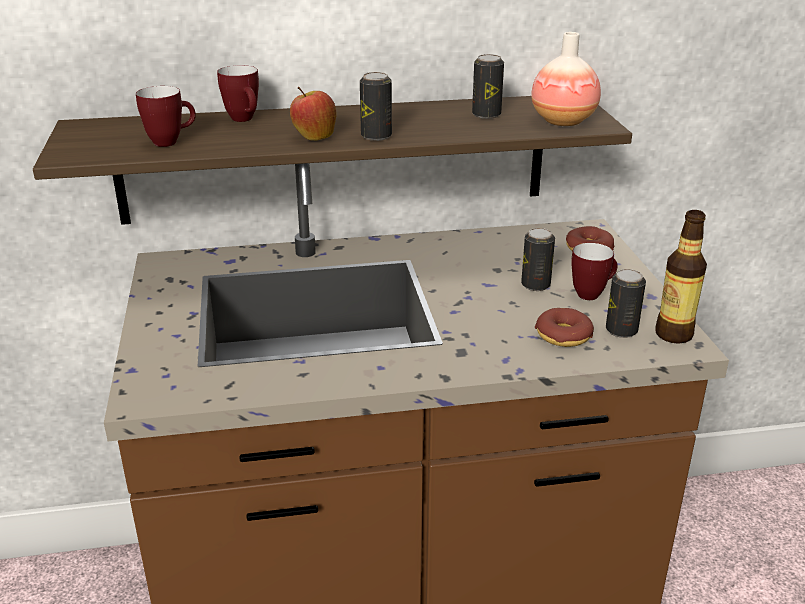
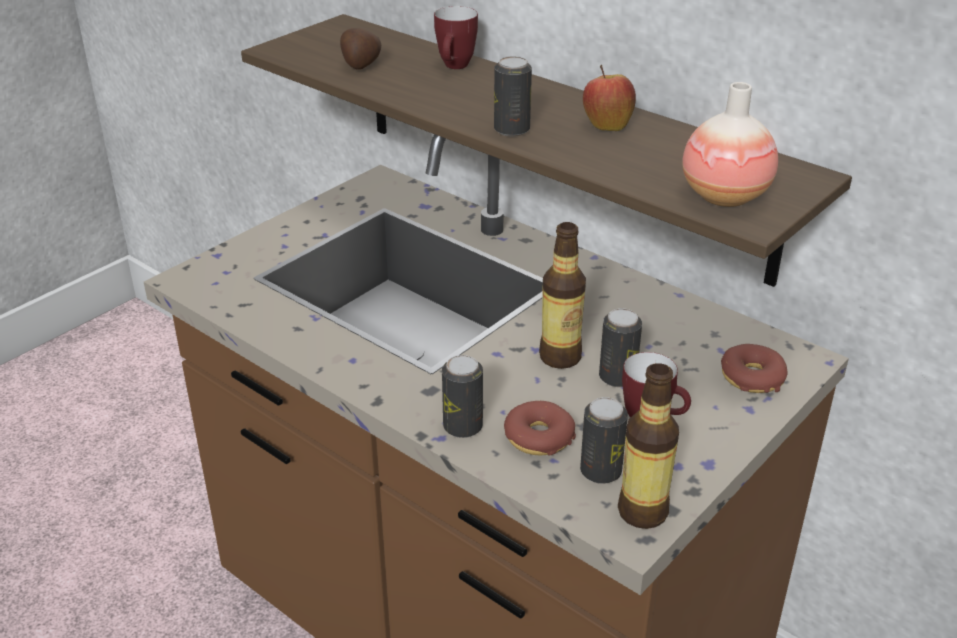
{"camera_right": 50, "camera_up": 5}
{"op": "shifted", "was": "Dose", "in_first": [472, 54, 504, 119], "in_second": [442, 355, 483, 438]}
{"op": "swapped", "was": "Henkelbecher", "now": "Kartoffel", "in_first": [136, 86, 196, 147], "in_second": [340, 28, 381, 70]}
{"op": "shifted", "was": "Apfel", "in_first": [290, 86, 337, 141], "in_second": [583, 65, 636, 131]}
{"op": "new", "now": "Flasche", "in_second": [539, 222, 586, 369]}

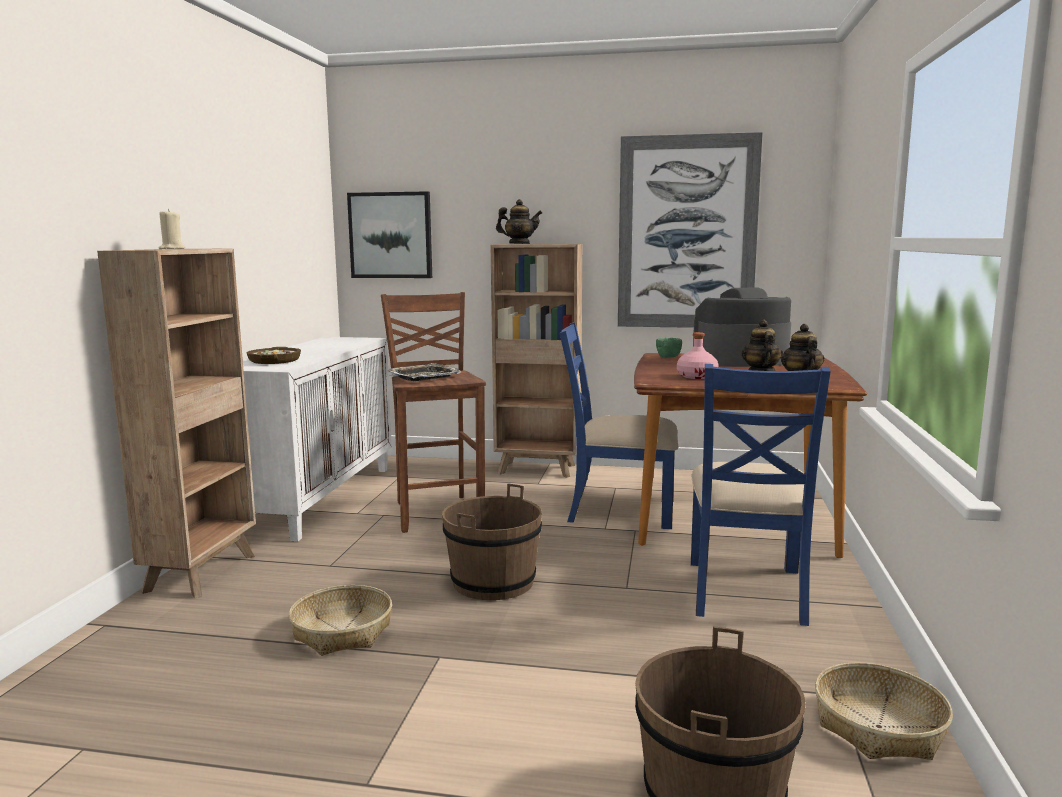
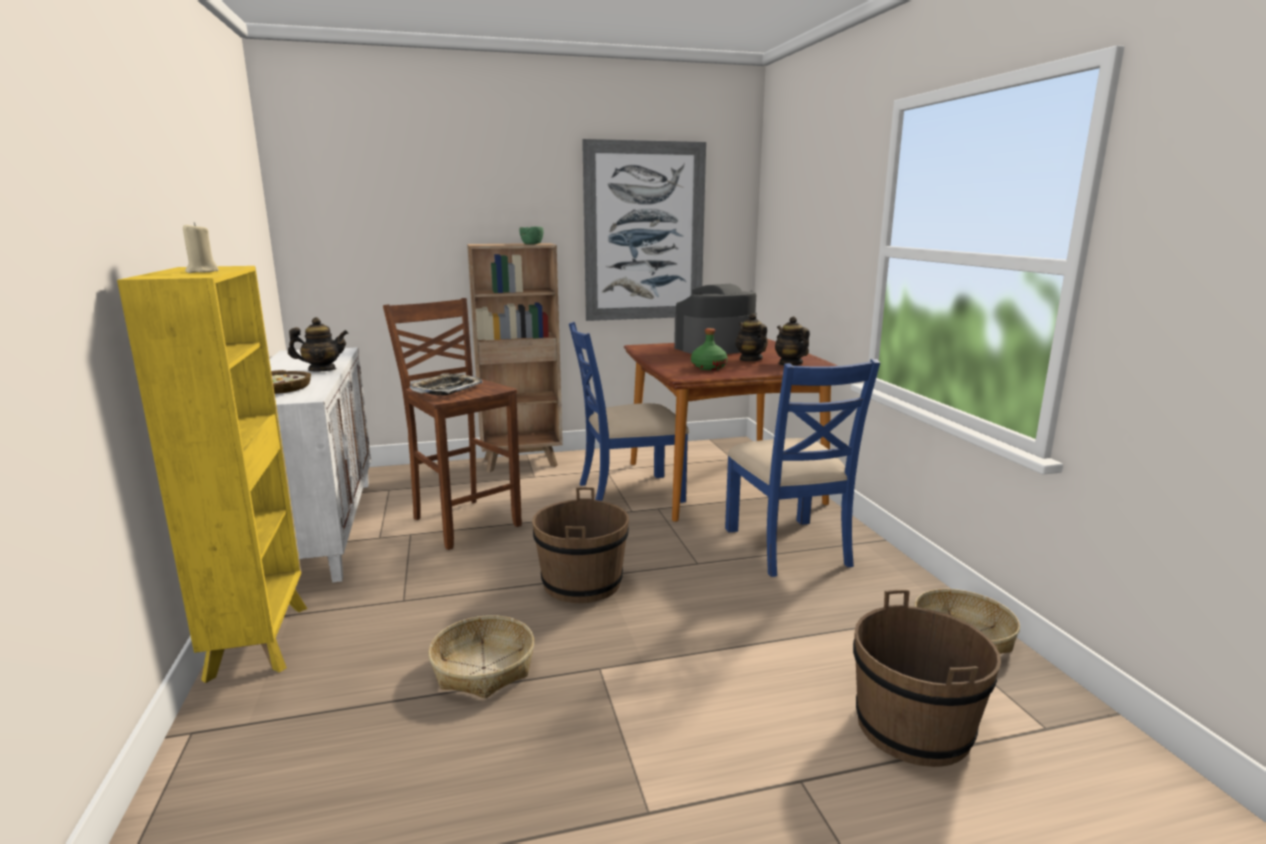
{"camera_right": -25, "camera_up": 5}
{"op": "gone", "was": "Bild", "in_first": [347, 191, 432, 278]}
{"op": "shifted", "was": "Teekanne", "in_first": [496, 199, 542, 244], "in_second": [288, 317, 348, 372]}
{"op": "repainted", "was": "Bücherregal [braun]", "now": "Bücherregal [gelb]", "in_first": [97, 249, 256, 598], "in_second": [117, 266, 307, 683]}
{"op": "repainted", "was": "Flasche [rosa]", "now": "Flasche [grün]", "in_first": [677, 332, 719, 379], "in_second": [691, 328, 727, 370]}
{"op": "shifted", "was": "Schüssel [grün]", "in_first": [656, 338, 682, 358], "in_second": [520, 226, 544, 244]}

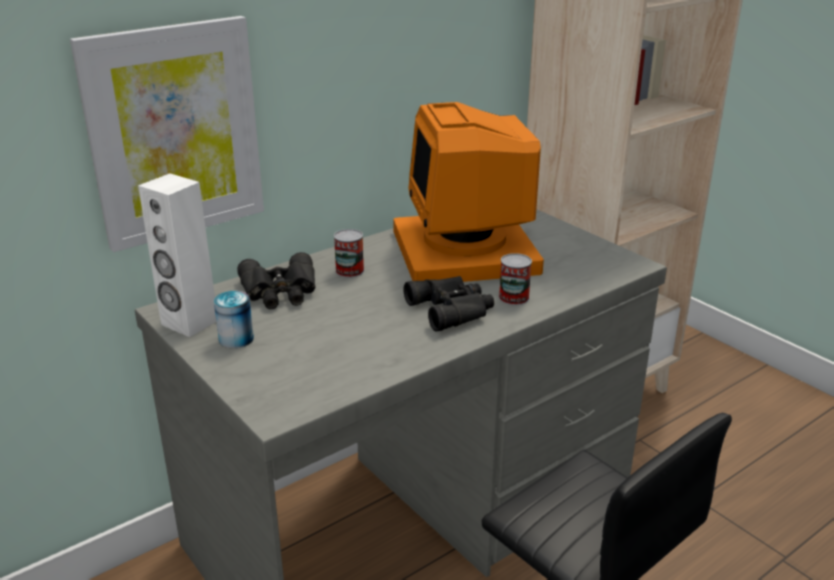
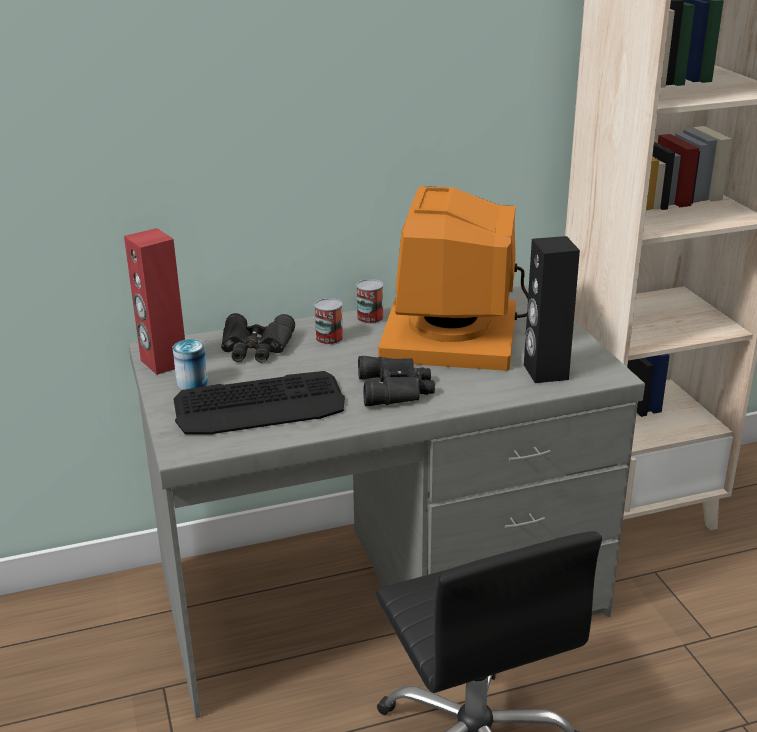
{"camera_right": 20, "camera_up": 0}
{"op": "gone", "was": "Bild", "in_first": [70, 16, 264, 252]}
{"op": "repainted", "was": "Lautsprecher [weiß]", "now": "Lautsprecher [rot]", "in_first": [138, 173, 216, 337], "in_second": [124, 228, 185, 375]}
{"op": "shifted", "was": "Dose", "in_first": [499, 253, 532, 305], "in_second": [356, 279, 384, 324]}
{"op": "new", "now": "Lautsprecher [schwarz]", "in_second": [524, 236, 580, 383]}
{"op": "new", "now": "Tastatur", "in_second": [174, 371, 345, 434]}

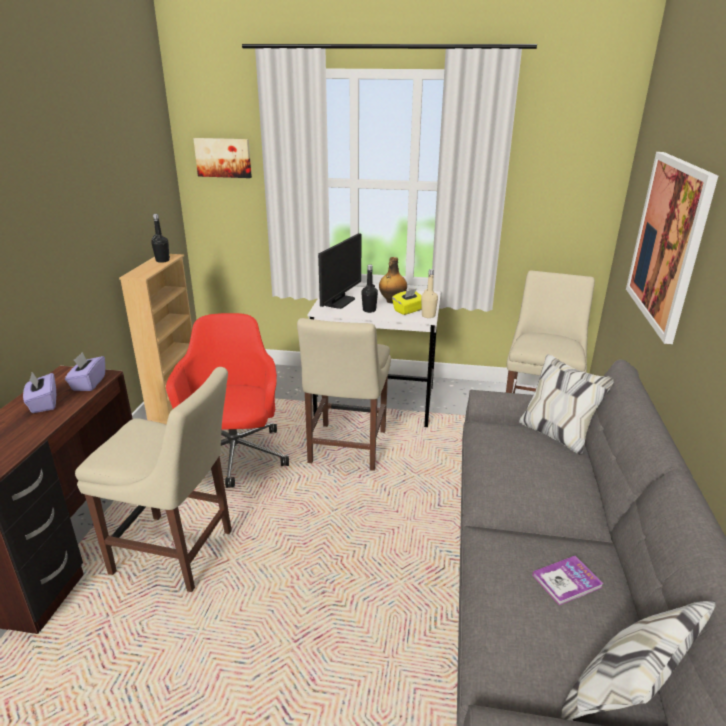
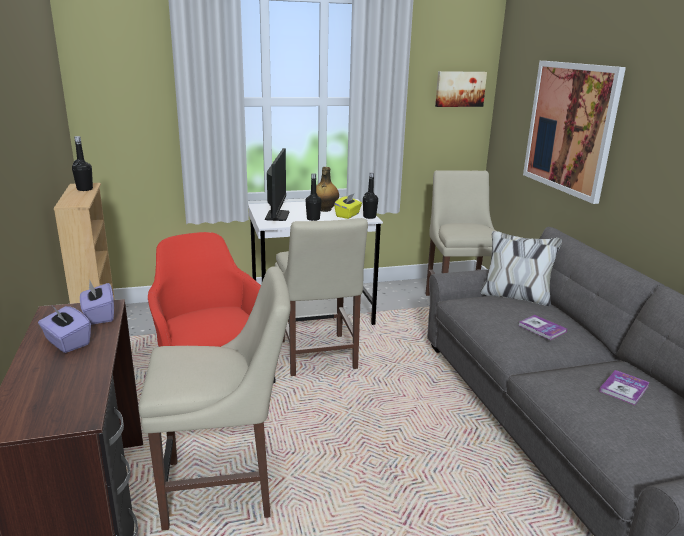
{"camera_right": -25, "camera_up": -5}
{"op": "shifted", "was": "Bild", "in_first": [193, 138, 252, 178], "in_second": [435, 71, 487, 107]}
{"op": "repainted", "was": "Flasche [beige]", "now": "Flasche [schwarz]", "in_first": [421, 269, 438, 318], "in_second": [363, 172, 378, 219]}
{"op": "new", "now": "Buch", "in_second": [518, 315, 567, 340]}

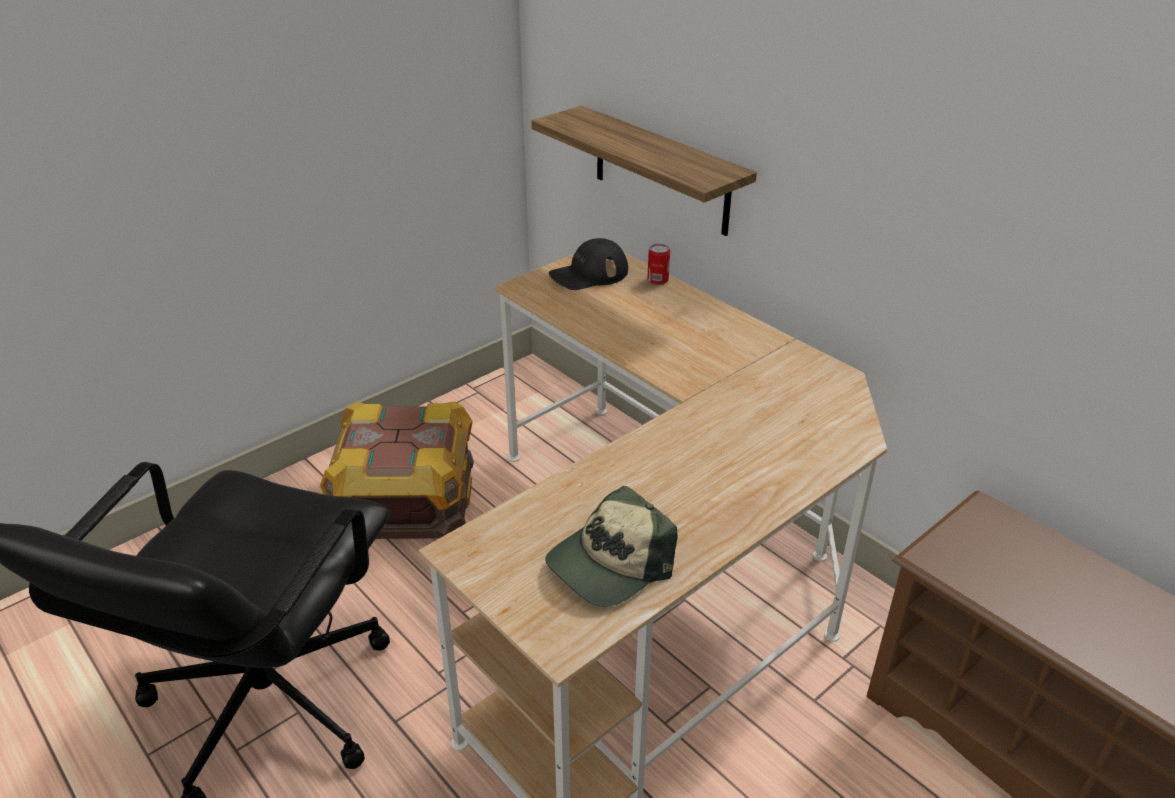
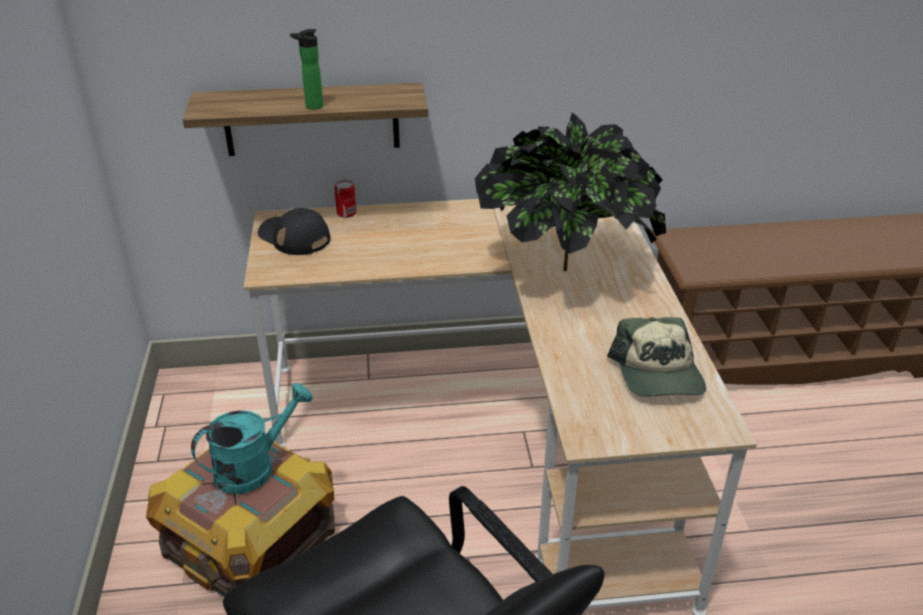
{"camera_right": -55, "camera_up": 0}
{"op": "rotated", "was": "Kappe [schwarz]", "in_first": [549, 238, 628, 290], "in_second": [258, 208, 330, 255], "clockwise": 120}
{"op": "new", "now": "Flasche", "in_second": [290, 29, 323, 110]}
{"op": "new", "now": "Topfpflanze", "in_second": [475, 113, 666, 271]}
{"op": "new", "now": "Gießkanne [türkis]", "in_second": [191, 383, 313, 494]}

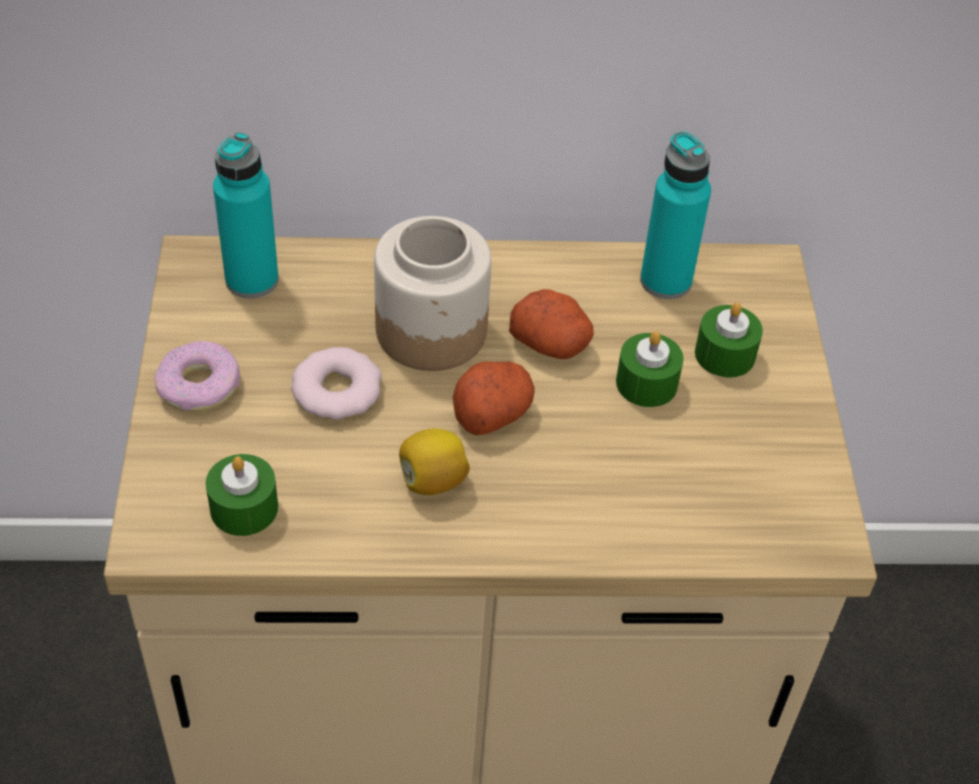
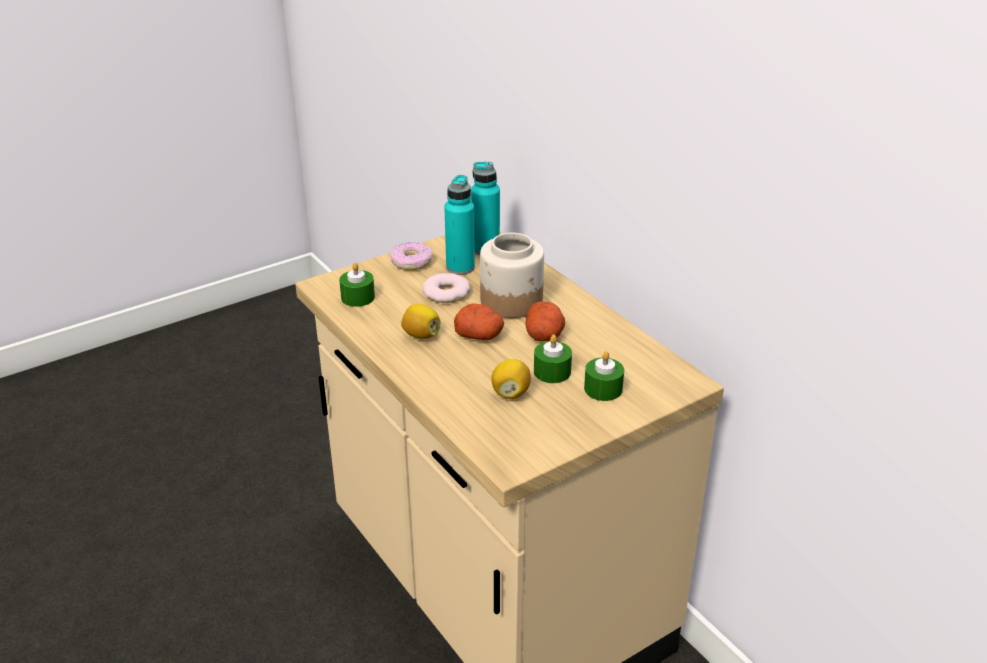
{"camera_right": 60, "camera_up": -15}
{"op": "shifted", "was": "Flasche [türkis]", "in_first": [640, 131, 711, 299], "in_second": [444, 175, 475, 275]}
{"op": "new", "now": "Zitrone", "in_second": [491, 359, 531, 399]}

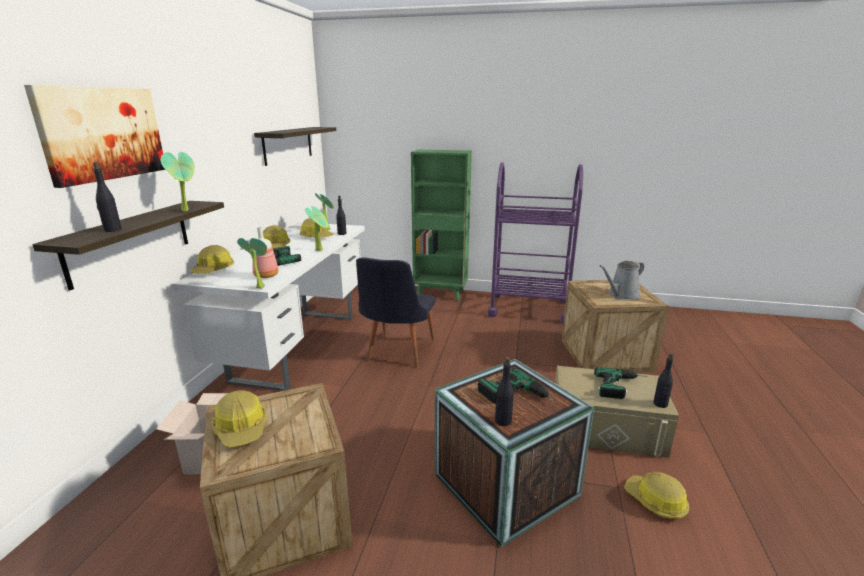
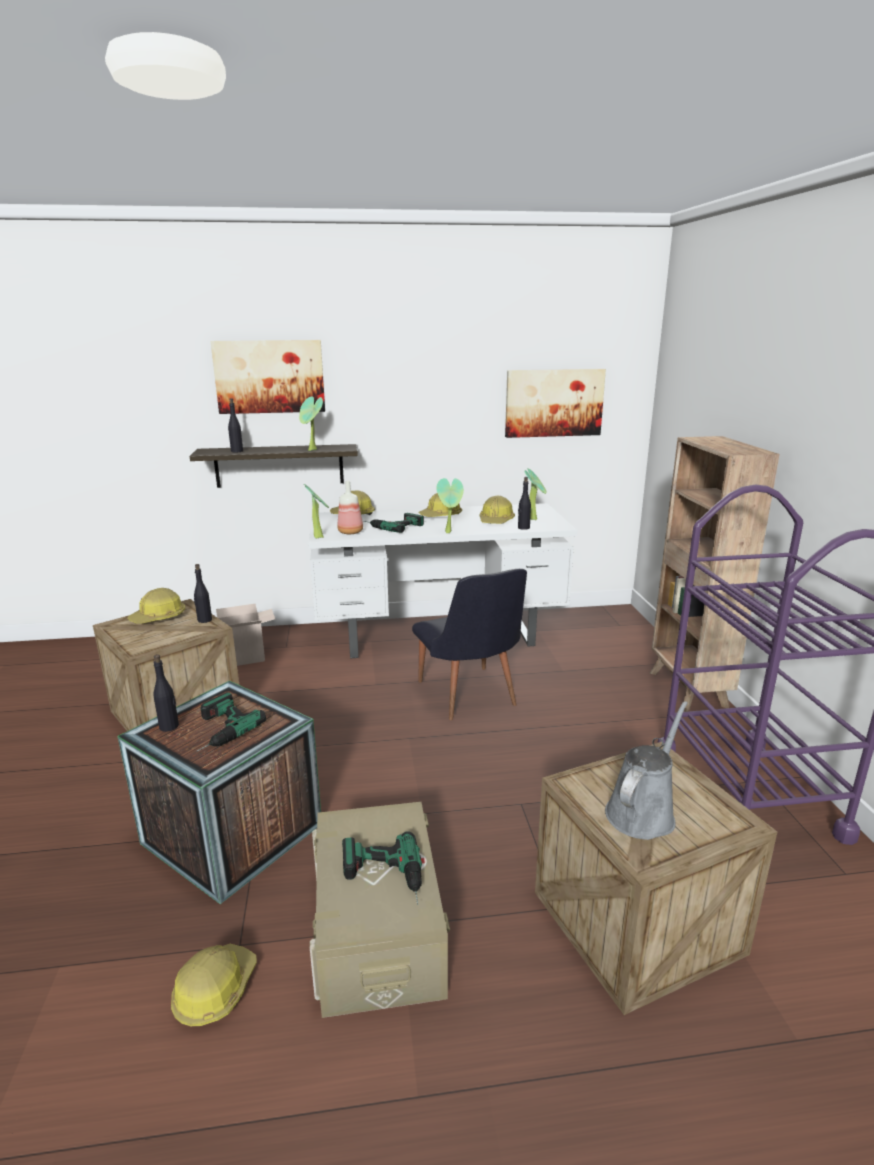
{"camera_right": 70, "camera_up": 0}
{"op": "swapped", "was": "Wandregal", "now": "Bild", "in_first": [254, 127, 336, 166], "in_second": [505, 369, 606, 438]}
{"op": "repainted", "was": "Bücherregal [grün]", "now": "Bücherregal [braun]", "in_first": [411, 150, 472, 301], "in_second": [649, 436, 780, 712]}
{"op": "rotated", "was": "Stuhl [schwarz]", "in_first": [356, 258, 436, 367], "in_second": [412, 569, 527, 720], "clockwise": -105}
{"op": "rotated", "was": "Gießkanne [grau]", "in_first": [599, 261, 644, 300], "in_second": [605, 701, 688, 840], "clockwise": 90}
{"op": "shifted", "was": "Flasche [schwarz]", "in_first": [653, 353, 673, 408], "in_second": [194, 564, 212, 623]}

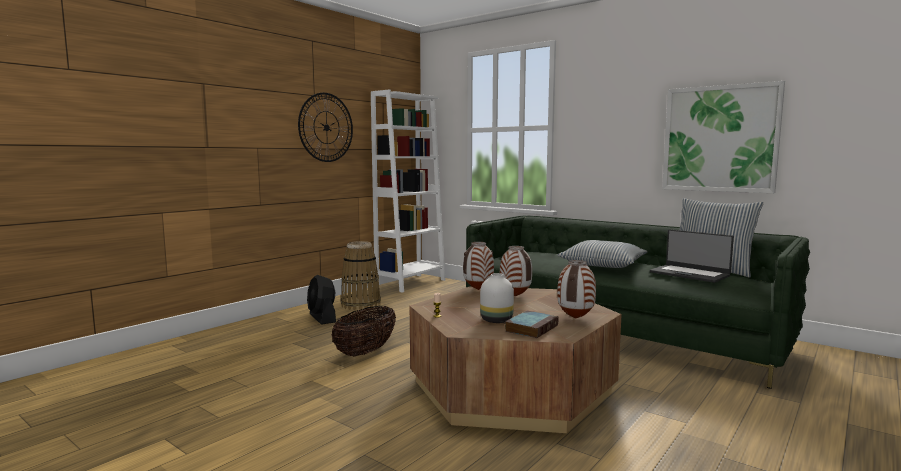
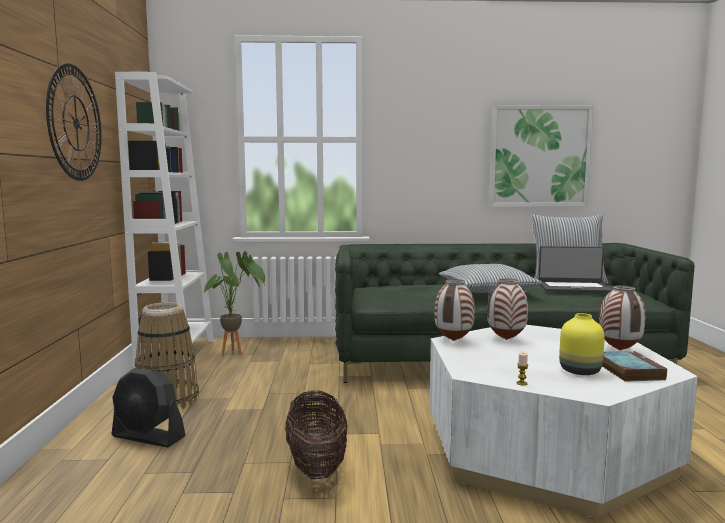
{"camera_right": -40, "camera_up": 0}
{"op": "repainted", "was": "Vase [weiß]", "now": "Vase [gelb]", "in_first": [480, 273, 514, 323], "in_second": [559, 313, 605, 375]}
{"op": "repainted", "was": "Couchtisch [braun]", "now": "Couchtisch [weiß]", "in_first": [410, 286, 622, 434], "in_second": [430, 325, 698, 518]}
{"op": "new", "now": "Topfpflanze", "in_second": [203, 251, 265, 356]}

